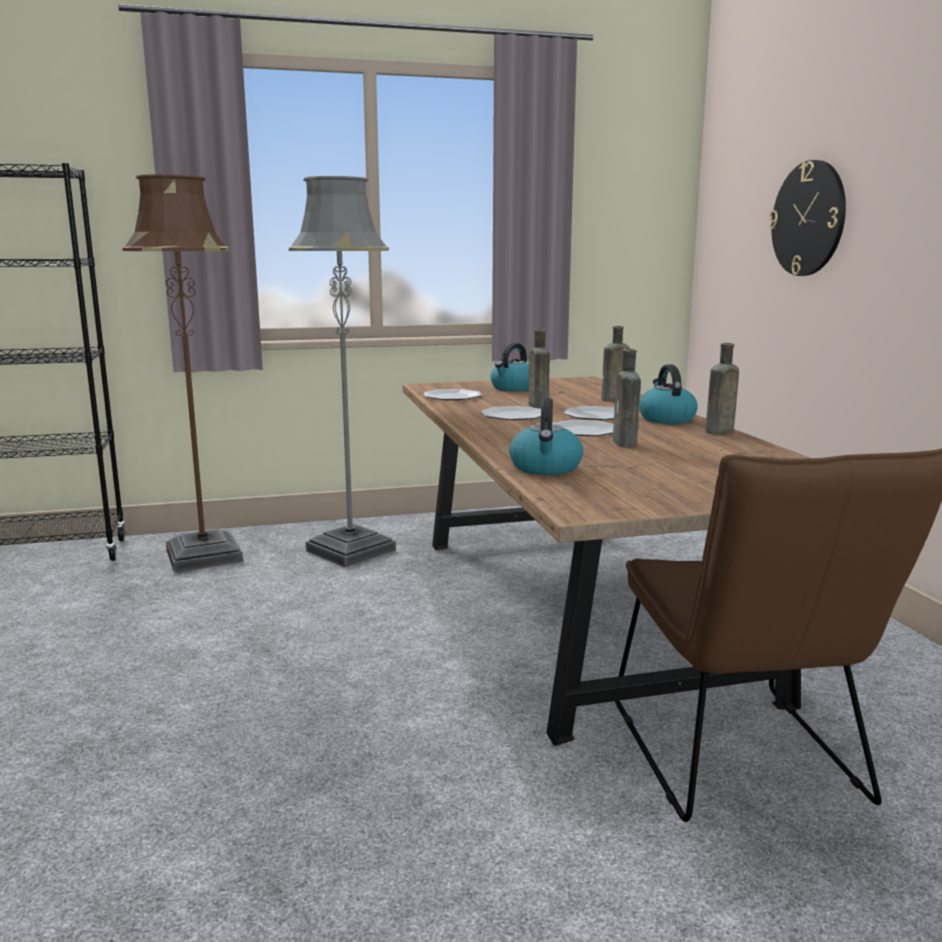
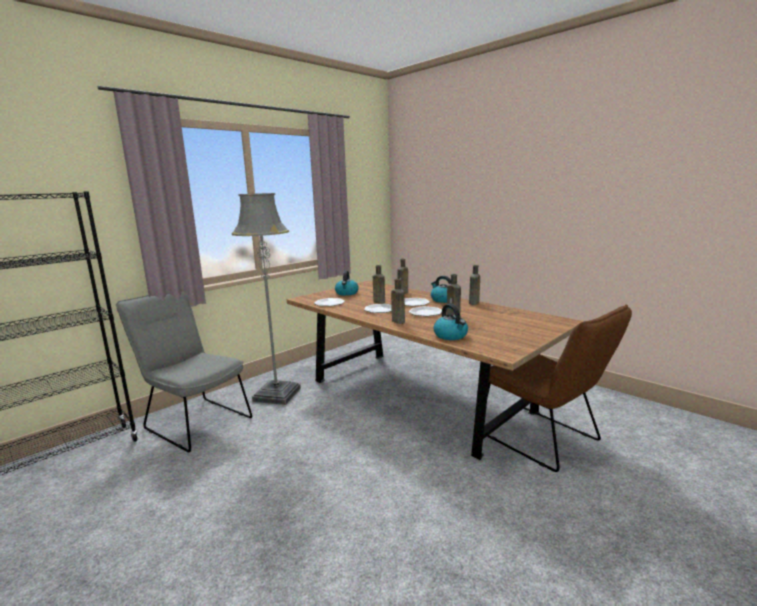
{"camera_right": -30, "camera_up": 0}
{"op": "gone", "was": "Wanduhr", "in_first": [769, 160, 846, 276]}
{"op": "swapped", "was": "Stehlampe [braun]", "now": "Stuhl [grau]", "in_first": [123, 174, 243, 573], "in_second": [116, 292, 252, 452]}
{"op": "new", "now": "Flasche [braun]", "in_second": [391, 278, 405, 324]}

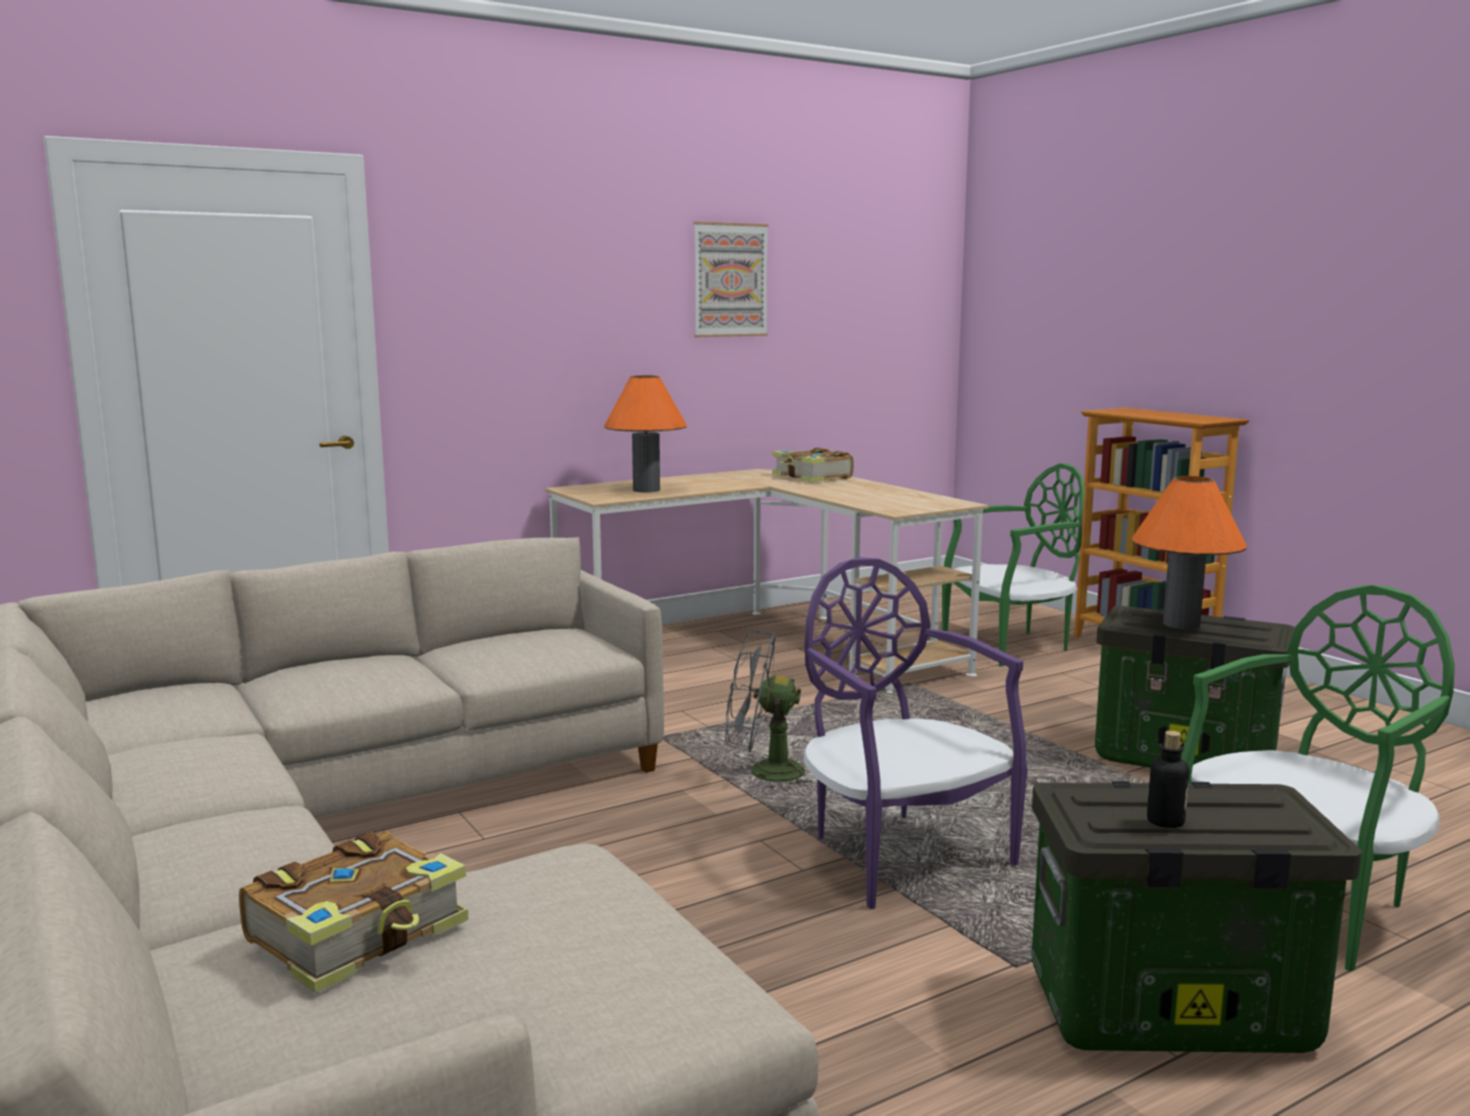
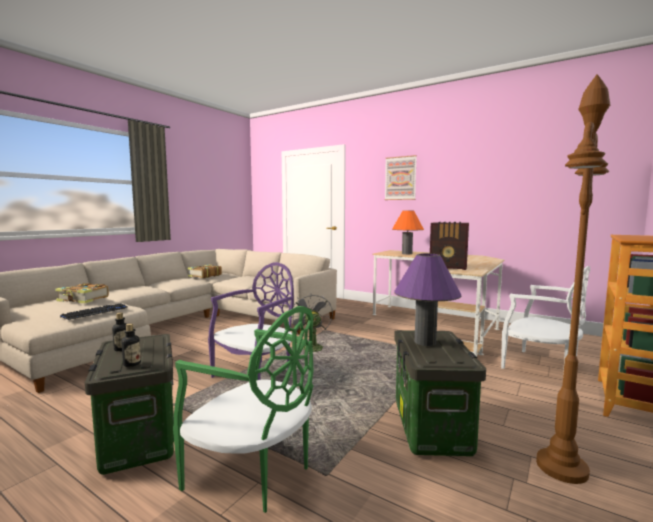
{"camera_right": 65, "camera_up": -5}
{"op": "shifted", "was": "Bild", "in_first": [694, 222, 768, 337], "in_second": [385, 155, 417, 200]}
{"op": "shifted", "was": "Buch", "in_first": [772, 448, 854, 482], "in_second": [188, 265, 222, 278]}
{"op": "repainted", "was": "Stuhl [grün]", "now": "Stuhl [weiß]", "in_first": [942, 463, 1085, 667], "in_second": [501, 266, 590, 373]}
{"op": "repainted", "was": "Tischlampe [orange]", "now": "Tischlampe [lila]", "in_first": [1132, 476, 1247, 629], "in_second": [394, 253, 461, 346]}
{"op": "new", "now": "Stehlampe [braun]", "in_second": [536, 74, 610, 484]}
{"op": "new", "now": "Radio", "in_second": [430, 222, 469, 270]}
{"op": "new", "now": "Tastatur", "in_second": [60, 304, 128, 320]}
{"op": "new", "now": "Flasche", "in_second": [121, 323, 141, 367]}

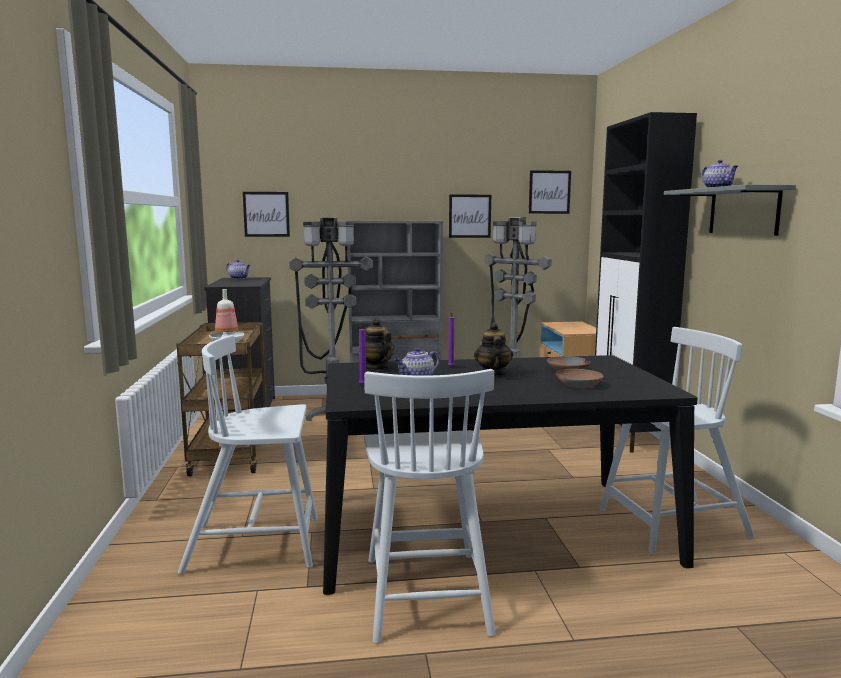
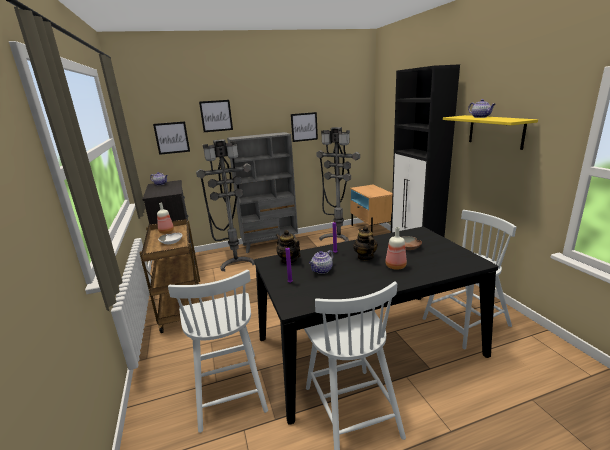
{"camera_right": -10, "camera_up": 10}
{"op": "shifted", "was": "Bild", "in_first": [529, 170, 571, 214], "in_second": [199, 100, 233, 132]}
{"op": "repainted", "was": "Wandregal [grau]", "now": "Wandregal [gelb]", "in_first": [664, 184, 796, 236], "in_second": [443, 115, 538, 150]}
{"op": "rotated", "was": "Stuhl [weiß]", "in_first": [178, 335, 318, 574], "in_second": [168, 270, 268, 433], "clockwise": -90}
{"op": "gone", "was": "Schüssel [braun]", "in_first": [556, 369, 603, 388]}
{"op": "new", "now": "Flasche", "in_second": [385, 227, 407, 270]}

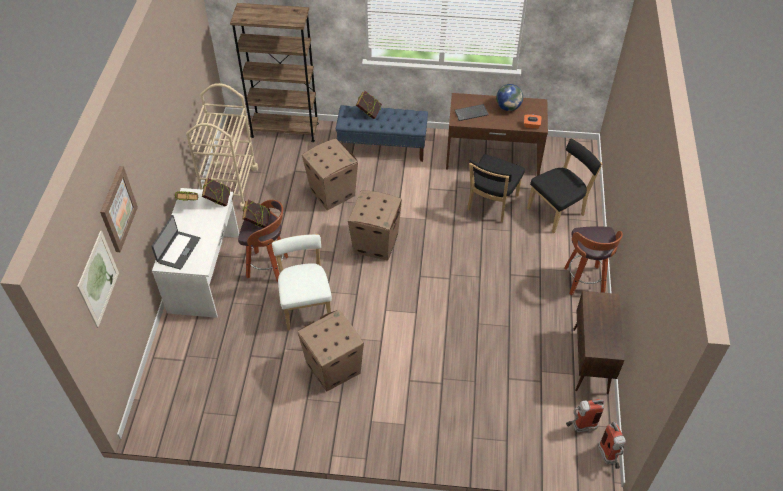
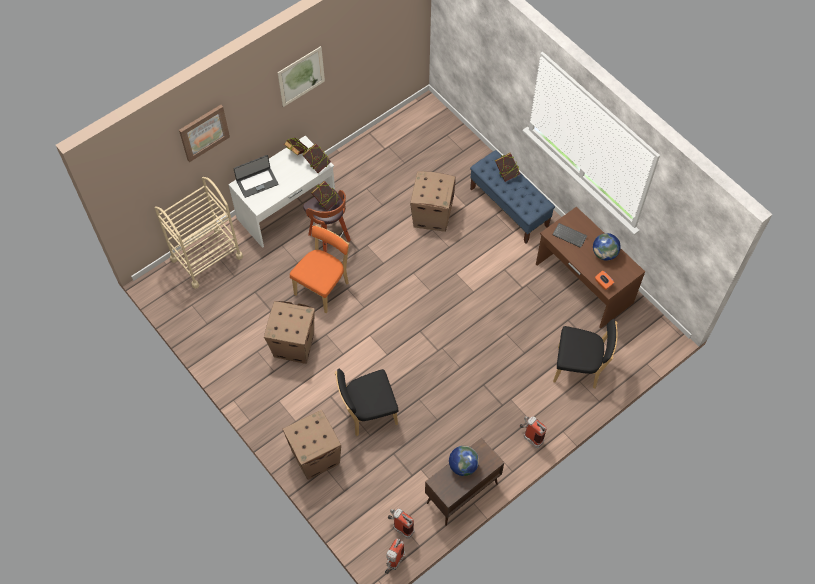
{"camera_right": 45, "camera_up": 10}
{"op": "gone", "was": "Bücherregal [braun]", "in_first": [230, 3, 319, 142]}
{"op": "shifted", "was": "Rollwagen [beige]", "in_first": [186, 83, 258, 210], "in_second": [155, 177, 243, 289]}
{"op": "shifted", "was": "Stuhl [schwarz]", "in_first": [467, 154, 525, 223], "in_second": [335, 368, 398, 436]}
{"op": "shifted", "was": "Karton", "in_first": [348, 190, 402, 261], "in_second": [282, 410, 341, 480]}
{"op": "swapped", "was": "Hocker", "now": "Feuerlöscher", "in_first": [564, 226, 623, 295], "in_second": [520, 416, 547, 448]}
{"op": "shifted", "was": "Bild", "in_first": [77, 230, 119, 328], "in_second": [278, 46, 325, 107]}
{"op": "repainted", "was": "Stuhl [weiß]", "now": "Stuhl [orange]", "in_first": [272, 234, 332, 331], "in_second": [290, 225, 349, 313]}
{"op": "new", "now": "Globus", "in_second": [449, 446, 479, 476]}

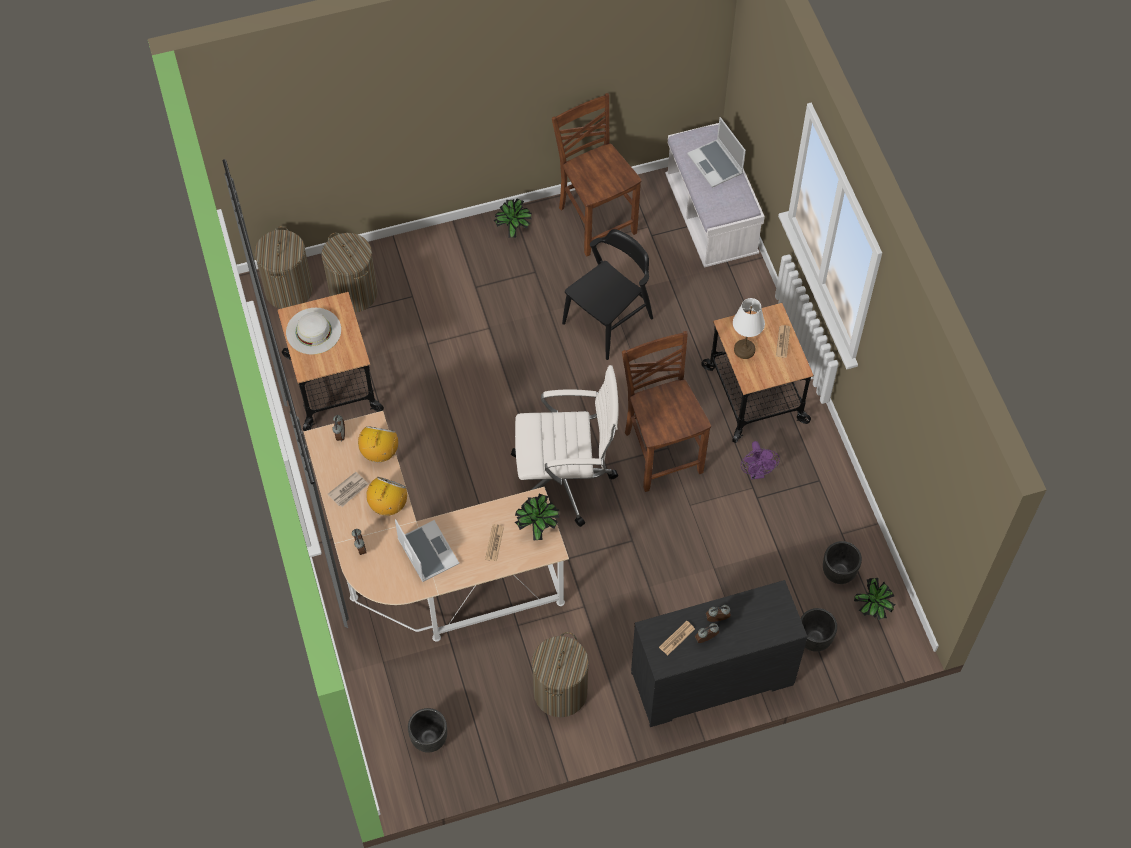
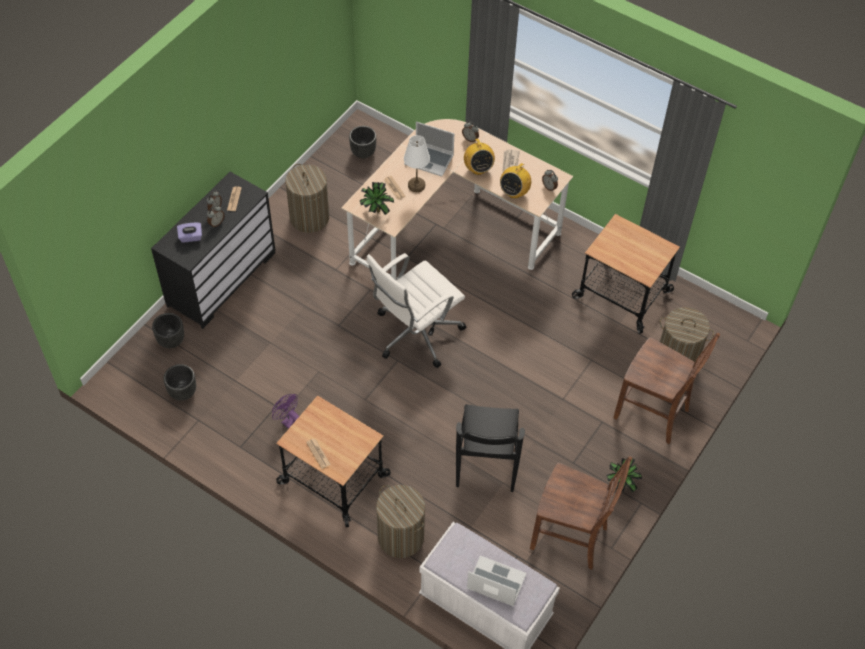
{"camera_right": 140, "camera_up": -5}
{"op": "shifted", "was": "Wäschekorb", "in_first": [254, 226, 313, 309], "in_second": [376, 485, 425, 558]}
{"op": "shifted", "was": "Tischlampe [weiß]", "in_first": [733, 298, 765, 359], "in_second": [404, 135, 430, 192]}
{"op": "gone", "was": "Hut [weiß]", "in_first": [286, 308, 341, 355]}
{"op": "shifted", "was": "Stuhl [braun]", "in_first": [622, 331, 711, 492], "in_second": [613, 333, 720, 444]}
{"op": "rotated", "was": "Radio", "in_first": [358, 426, 398, 463], "in_second": [500, 159, 531, 199], "clockwise": 60}
{"op": "gone", "was": "Topfpflanze", "in_first": [854, 578, 895, 620]}
{"op": "new", "now": "Taschentuchbox [lila]", "in_second": [177, 223, 202, 243]}

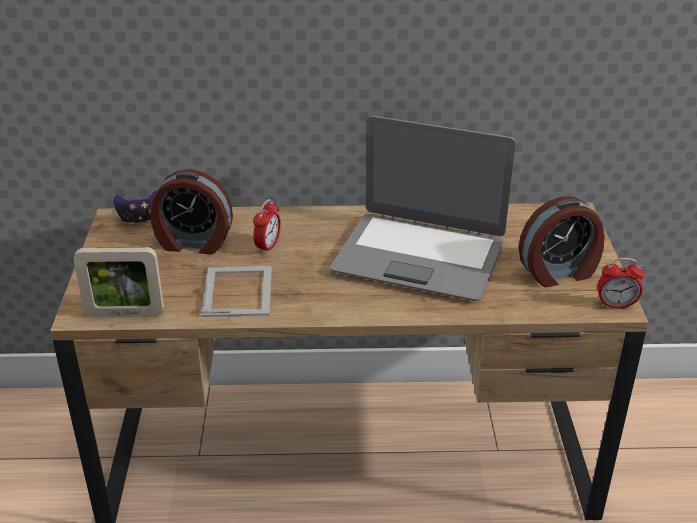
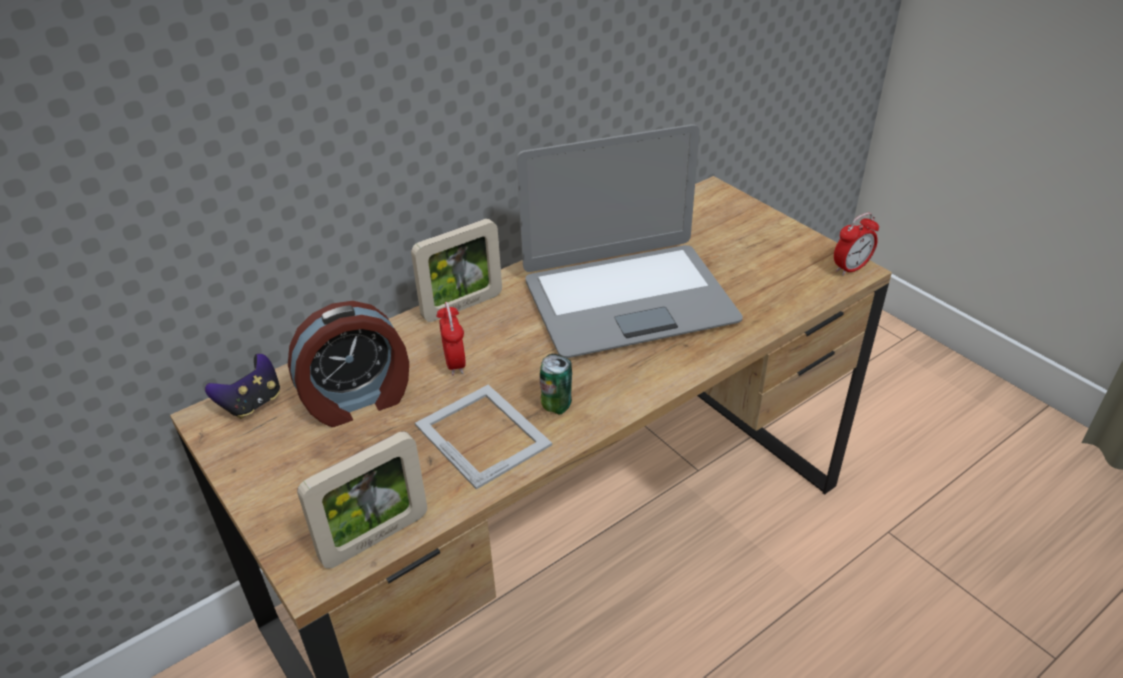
{"camera_right": -35, "camera_up": 5}
{"op": "gone", "was": "Wecker", "in_first": [518, 197, 605, 287]}
{"op": "new", "now": "Bilderrahmen", "in_second": [411, 219, 502, 322]}
{"op": "new", "now": "Dose", "in_second": [540, 354, 572, 414]}

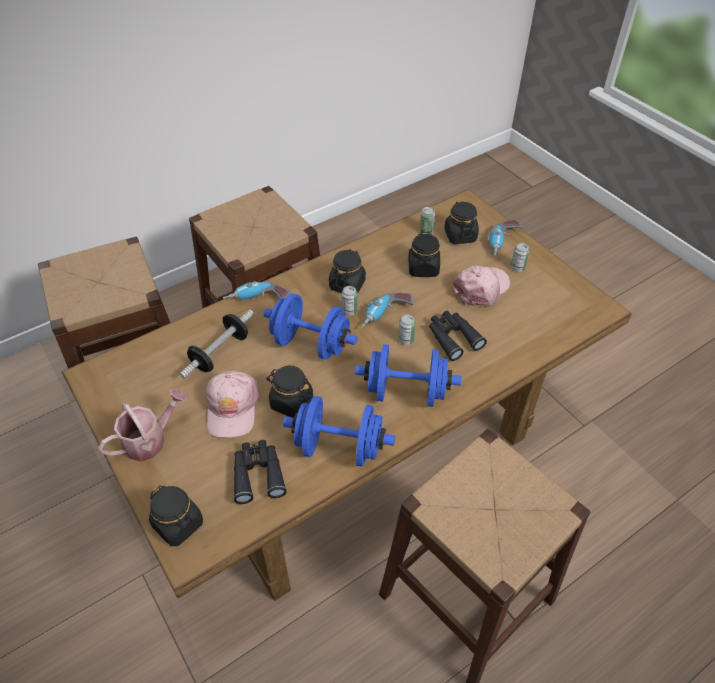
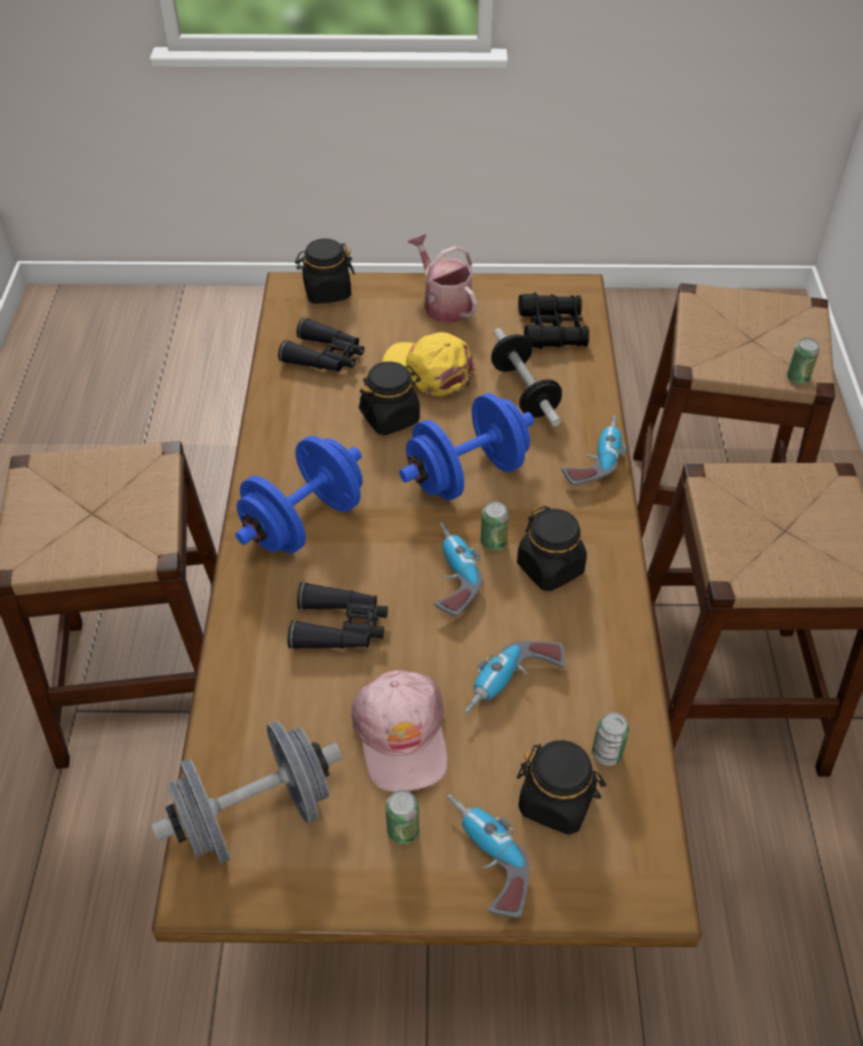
{"camera_right": 125, "camera_up": 0}
{"op": "swapped", "was": "Vorratsglas [schwarz]", "now": "Bohrmaschine", "in_first": [408, 232, 440, 277], "in_second": [464, 641, 565, 714]}
{"op": "shifted", "was": "Dose", "in_first": [398, 314, 416, 345], "in_second": [787, 338, 819, 384]}
{"op": "repainted", "was": "Kappe [rosa]", "now": "Kappe [gelb]", "in_first": [205, 371, 259, 438], "in_second": [382, 332, 475, 397]}
{"op": "rotated", "was": "Gießkanne", "in_first": [99, 389, 187, 462], "in_second": [408, 233, 477, 323], "clockwise": 150}
{"op": "gone", "was": "Hantel [blau]", "in_first": [283, 396, 395, 467]}
{"op": "new", "now": "Fernglas [schwarz]", "in_second": [518, 293, 589, 349]}
{"op": "new", "now": "Hantel [grau]", "in_second": [151, 721, 342, 864]}

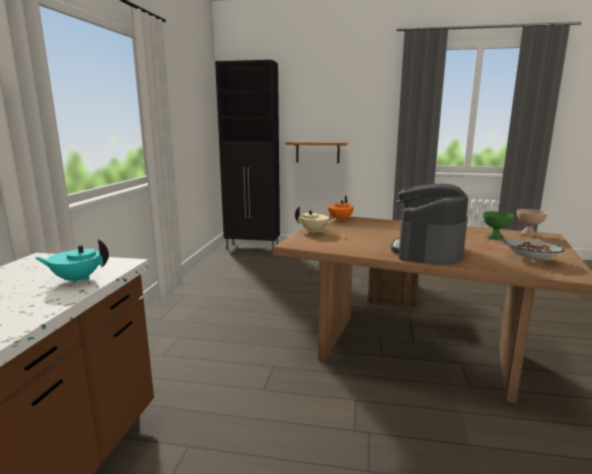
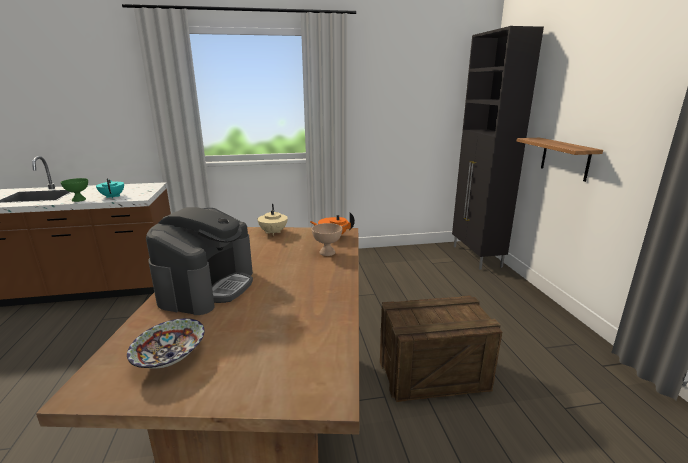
{"camera_right": 70, "camera_up": 5}
{"op": "rotated", "was": "Kaffeemaschine", "in_first": [391, 183, 468, 265], "in_second": [146, 207, 253, 315], "clockwise": 105}
{"op": "shifted", "was": "Schüssel [beige]", "in_first": [517, 209, 548, 236], "in_second": [312, 223, 342, 256]}
{"op": "shifted", "was": "Schüssel [grün]", "in_first": [483, 211, 514, 240], "in_second": [61, 178, 88, 202]}

